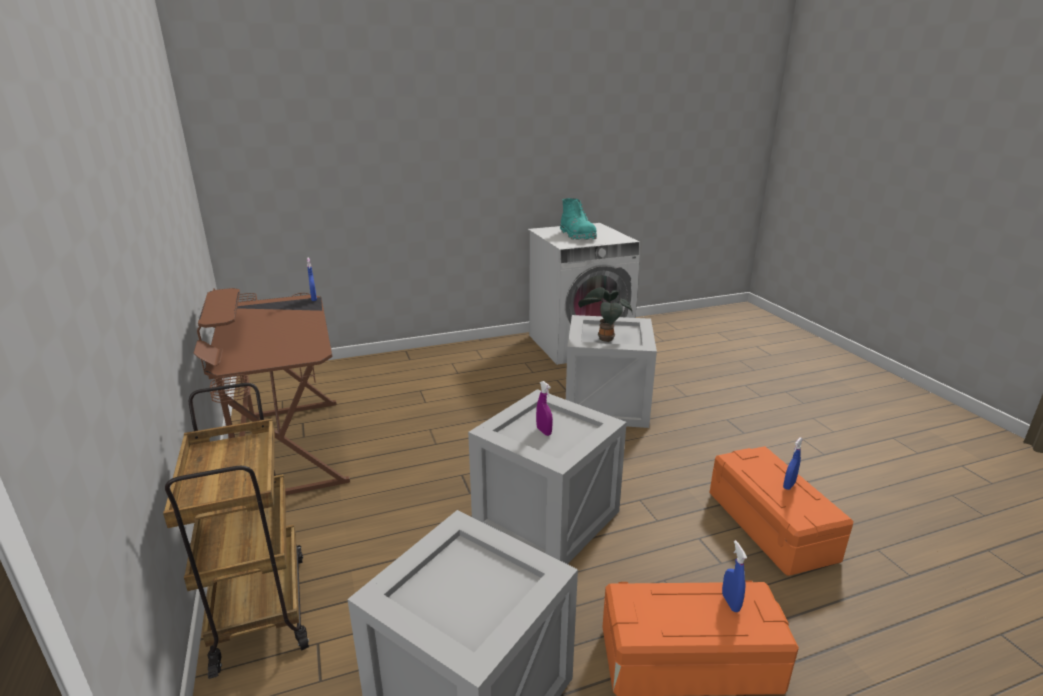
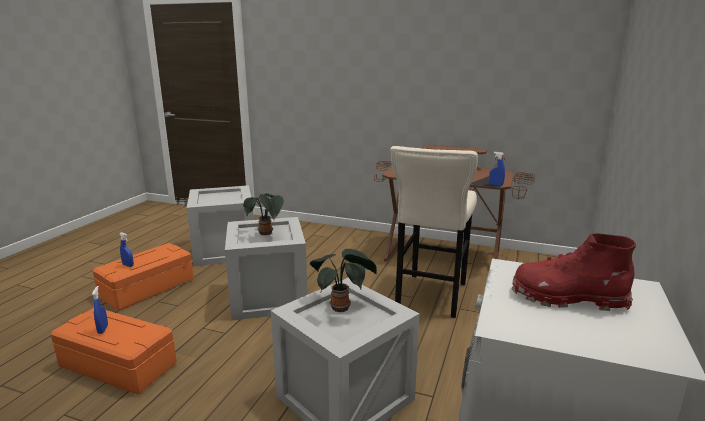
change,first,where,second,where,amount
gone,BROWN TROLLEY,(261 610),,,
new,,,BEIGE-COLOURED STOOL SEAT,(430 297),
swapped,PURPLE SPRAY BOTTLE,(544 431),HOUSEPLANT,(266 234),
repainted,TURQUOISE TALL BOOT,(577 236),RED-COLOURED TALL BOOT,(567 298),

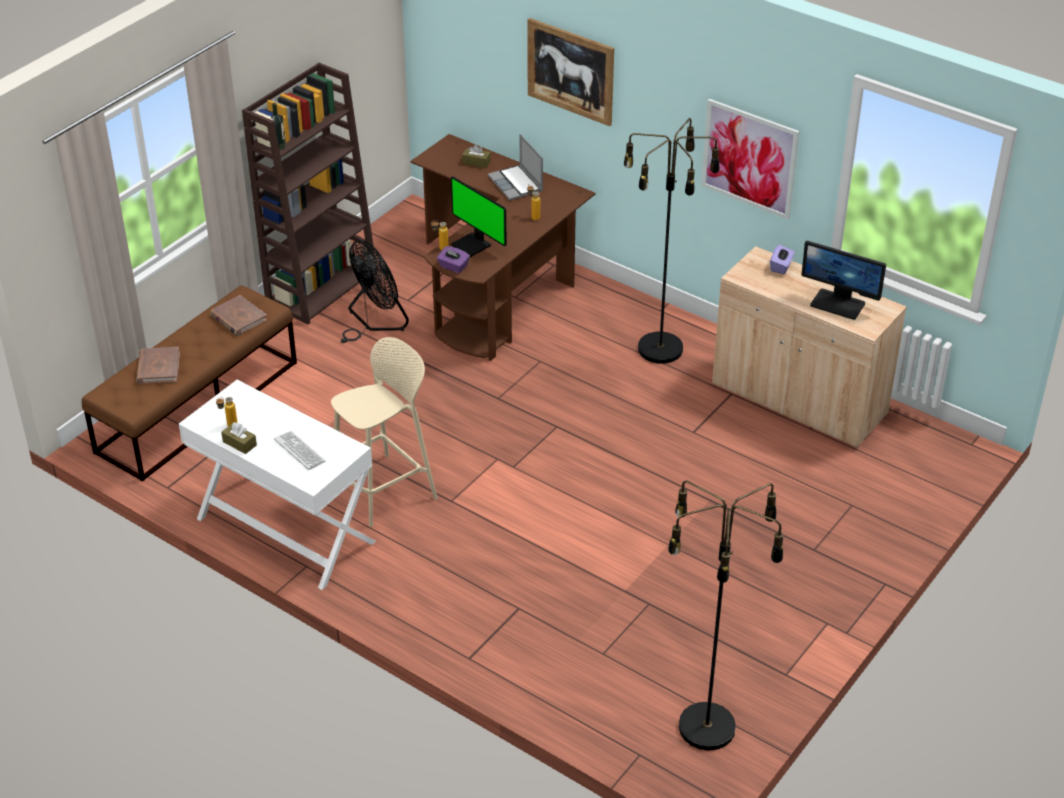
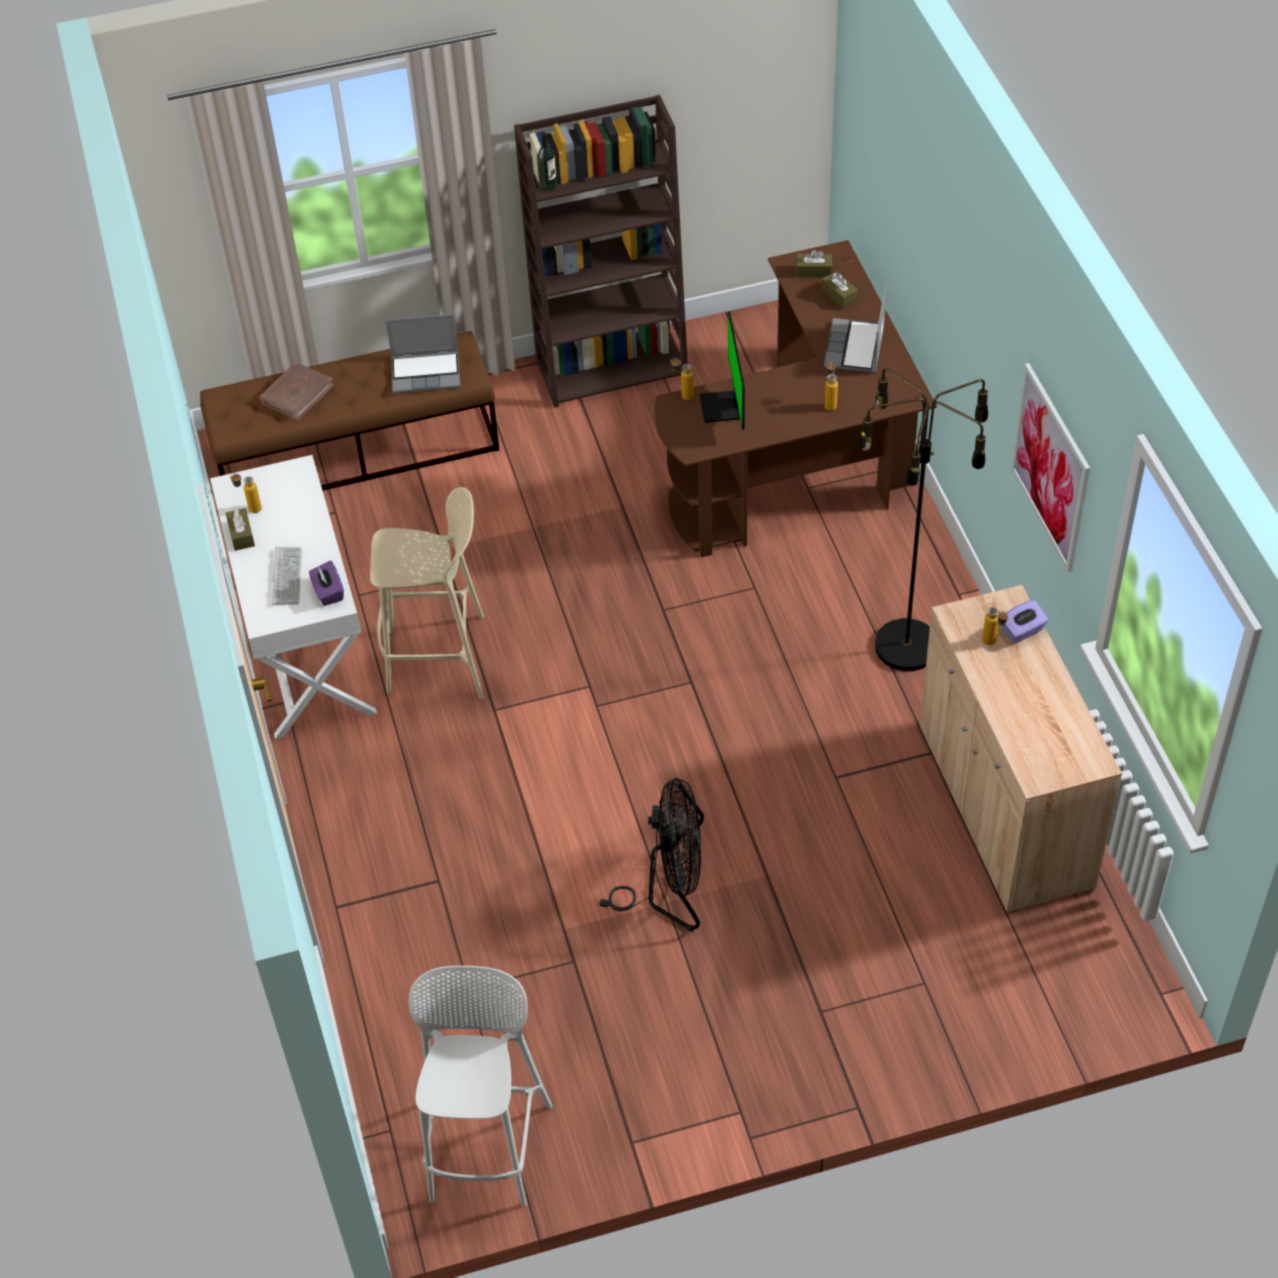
change,first,where,second,where,amount
gone,WALL PICTURE,(570 71),,,
gone,COMPUTER SCREEN,(838 304),,,
new,,,BROWN TISSUE HOLDER,(813 271),
new,,,BEVERAGE BOTTLE,(993 644),
shifted,BLACKISH FAN,(370 318),,(668 883),
shifted,PURPLE TISSUE HOLDER,(453 267),,(328 592),
swapped,BROWN BOUND BOOK,(238 318),PORTABLE COMPUTER,(427 373),
swapped,STANDARD LAMP,(706 729),WHITE STOOL SEAT,(484 1148),

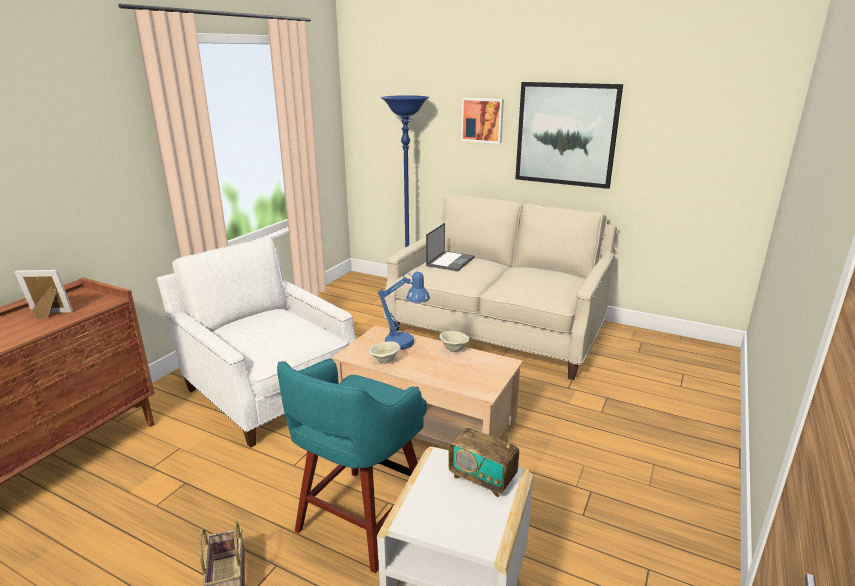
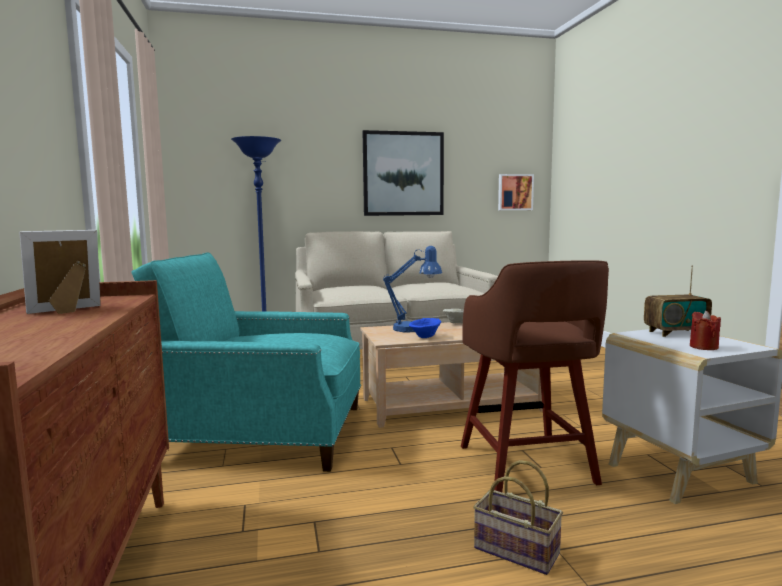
change,first,where,second,where,amount
gone,PORTABLE COMPUTER,(450 261),,,
new,,,RED-COLOURED WAX CANDLE,(703 347),
shifted,WALL PICTURE,(482 120),,(515 192),
repainted,WHITE ARMCHAIR,(270 389),TURQUOISE ARMCHAIR,(260 432),
repainted,TURQUOISE STOOL SEAT,(360 520),BROWN STOOL SEAT,(527 466),
repainted,BEIGE-COLOURED DEEP DISH,(385 361),BLUISH DEEP DISH,(425 337),

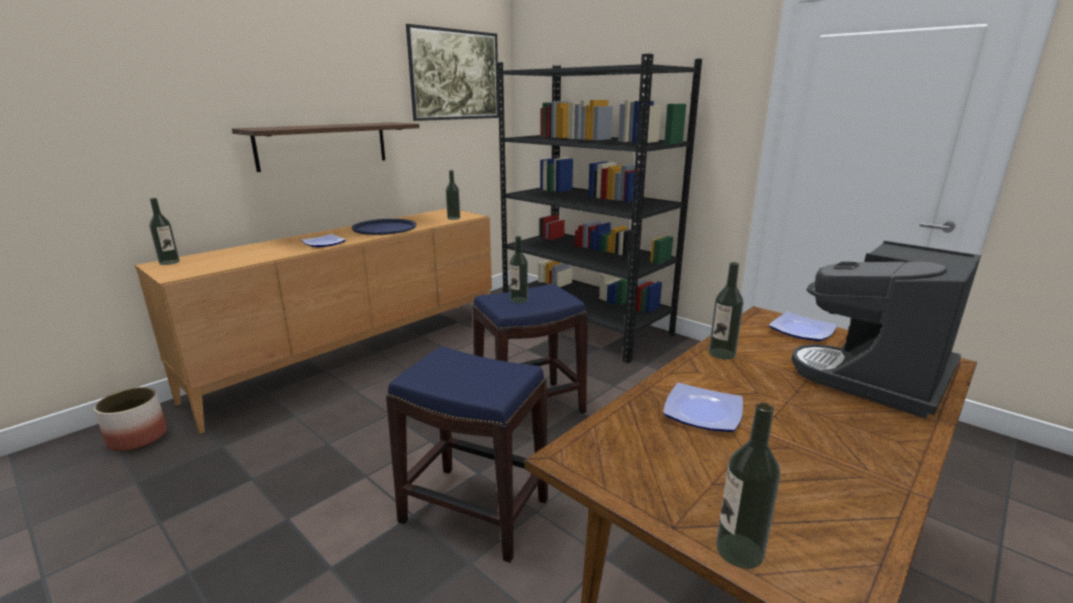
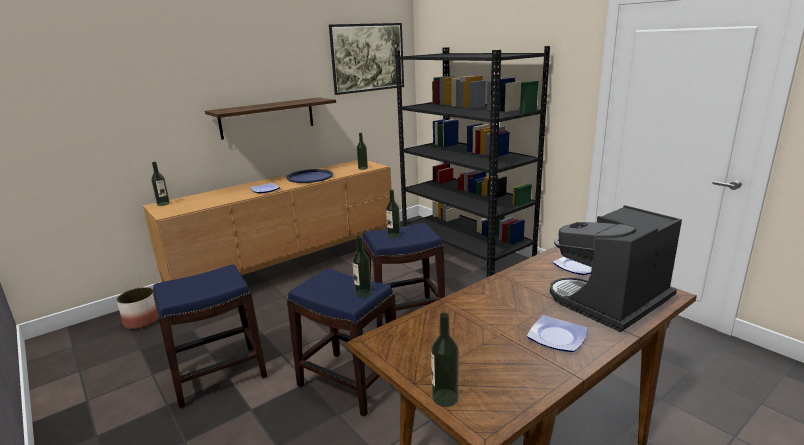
change,first,where,second,where,amount
new,,,STOOL SEAT,(219 375),
shifted,PLATE,(704 412),,(558 337),
shifted,BEVERAGE BOTTLE,(722 353),,(363 293),

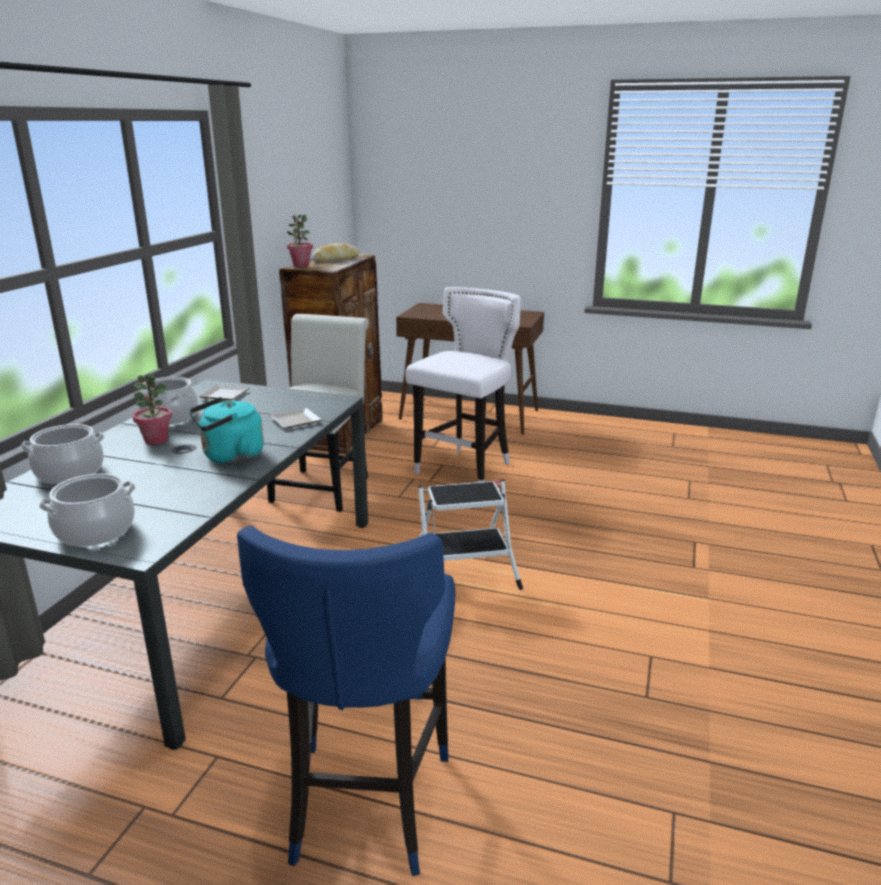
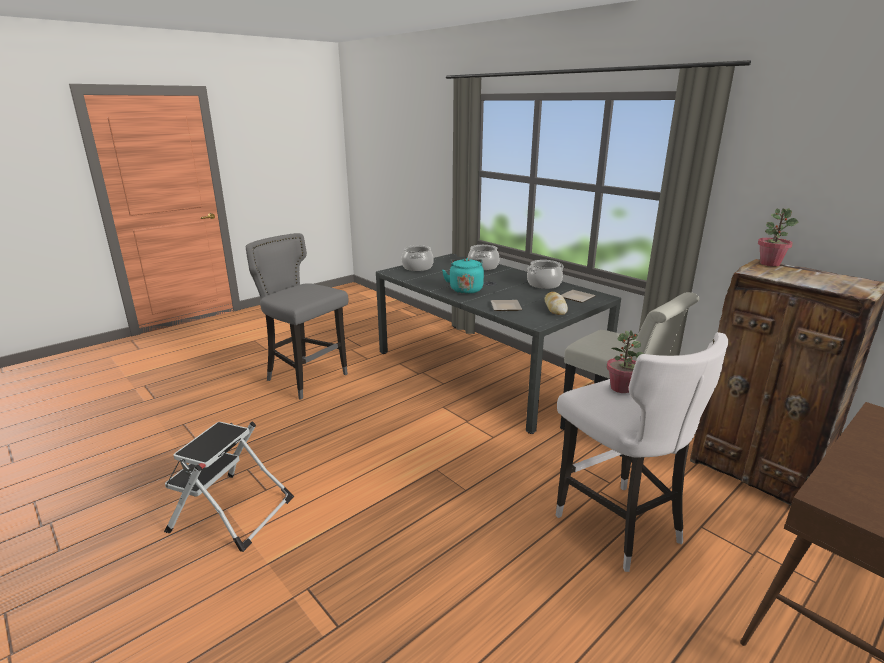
change,first,where,second,where,amount
shifted,HOUSEPLANT,(156 440),,(621 388),
shifted,BAKERY BREAD,(335 259),,(555 308),
shifted,STEP STOOL,(462 569),,(231 511),
repainted,BLUISH STOOL SEAT,(366 802),GREY STOOL SEAT,(307 379),

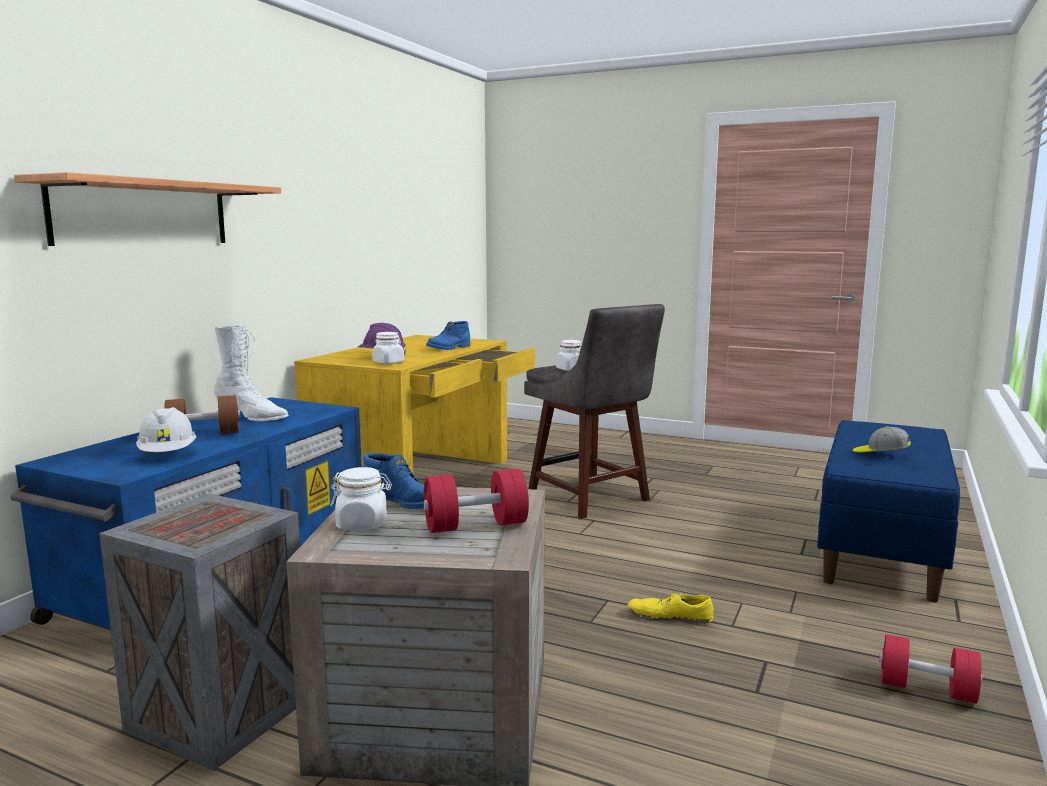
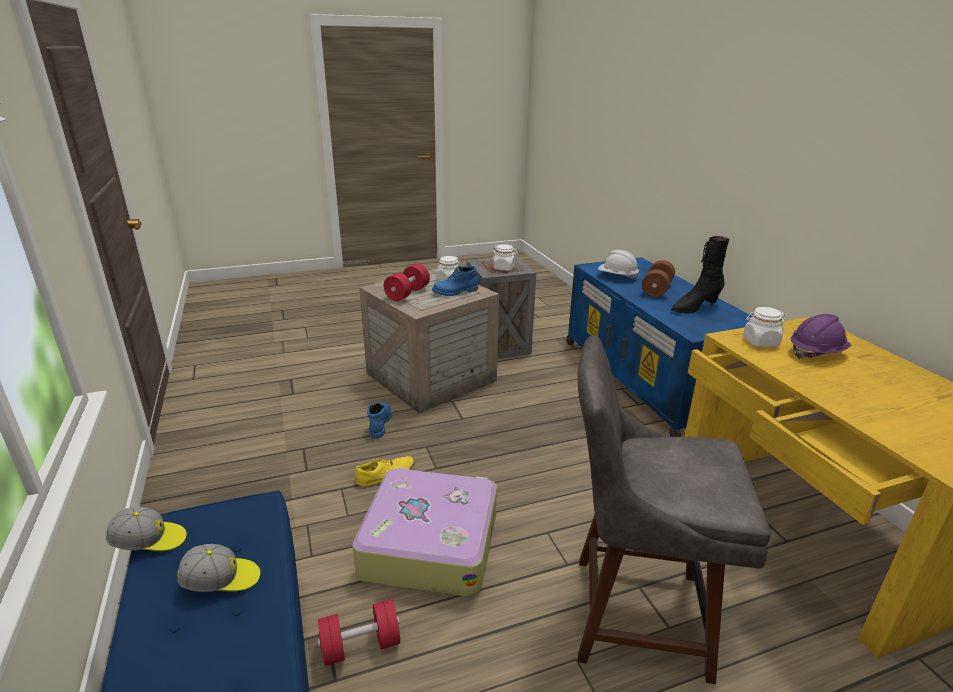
change,first,where,second,where,amount
gone,BRACKET SHELF,(143 213),,,
new,,,BASEBALL CAP,(150 541),
new,,,SUITCASE,(429 543),
shifted,BLUISH TALL BOOT,(449 348),,(379 423),
shifted,WHITE JAR,(570 369),,(504 268),
shifted,RED-COLOURED FREE WEIGHT,(926 689),,(360 645),
repainted,WHITE TALL BOOT,(251 417),BLACKISH TALL BOOT,(694 307),

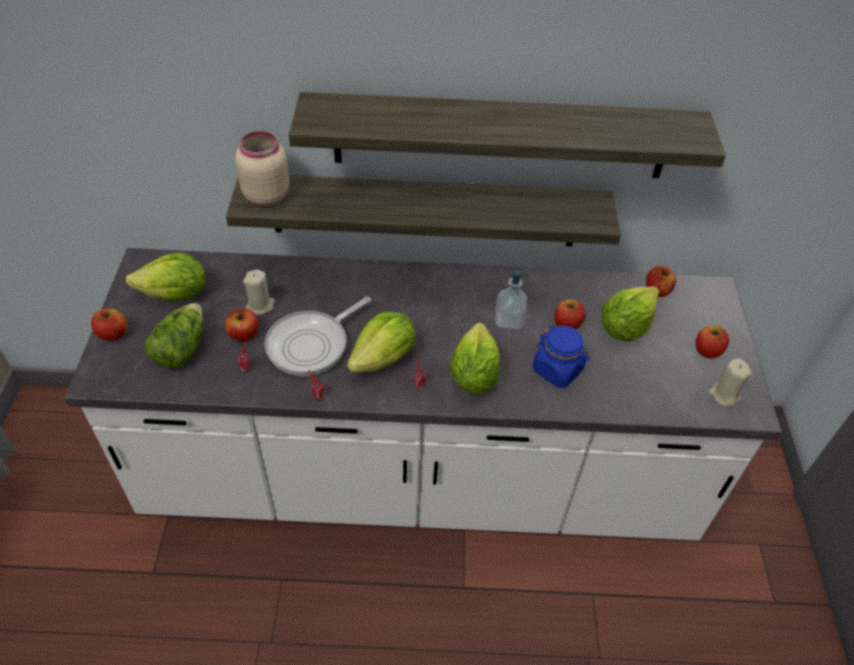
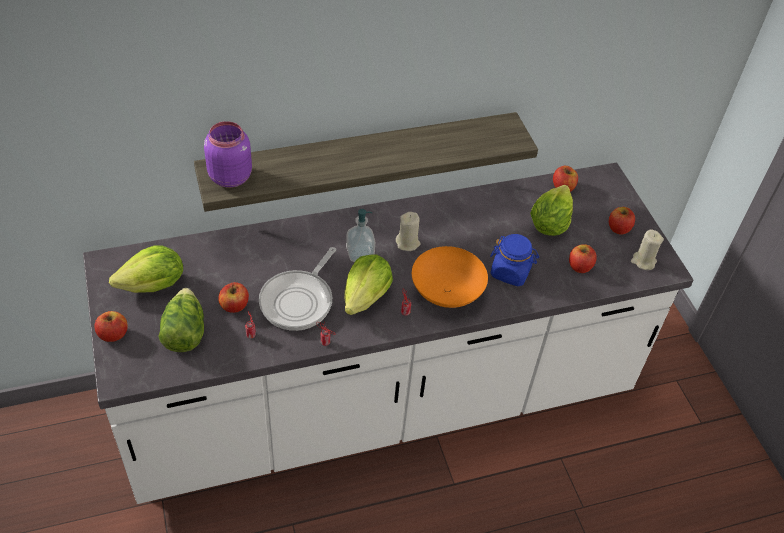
change,first,where,second,where,amount
gone,BRACKET SHELF,(500 136),,,
shifted,BEIGE-COLOURED WAX CANDLE,(260 305),,(408 243),
shifted,LIQUID SOAP BOTTLE,(509 320),,(360 253),
shifted,APPLE,(567 324),,(579 266),
swapped,LETTUCE HEAD,(473 375),ORANGEY DEEP DISH,(445 293),
repainted,BEIGE-COLOURED JAR,(266 195),PURPLE JAR,(229 176),

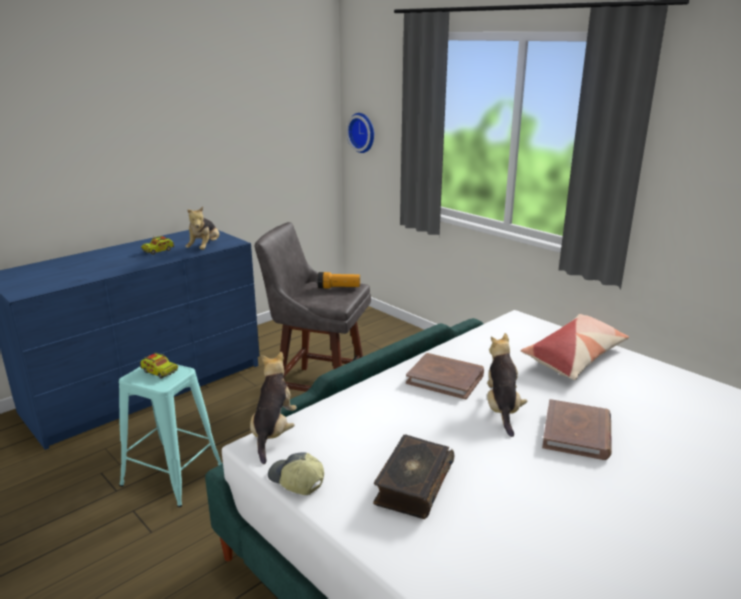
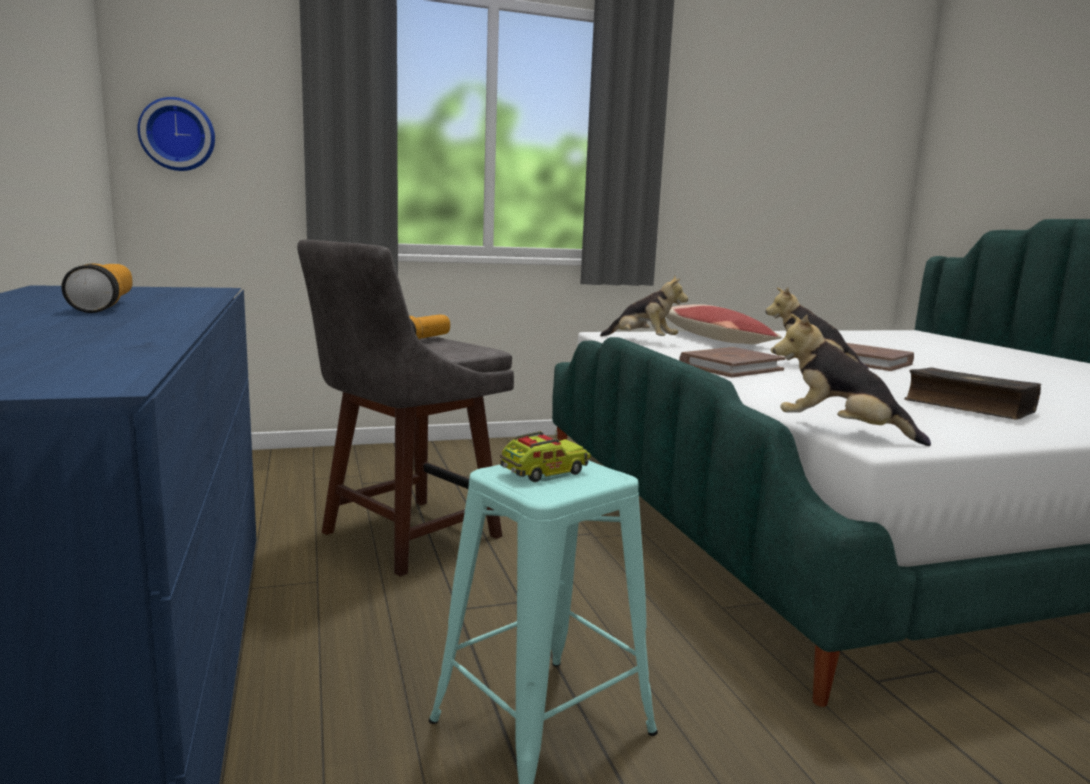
change,first,where,second,where,amount
gone,BASEBALL CAP,(295 481),,,
shifted,CUDDLY TOY,(205 248),,(642 341),
swapped,MODEL TRUCK,(158 251),HAND TORCH,(104 306),

